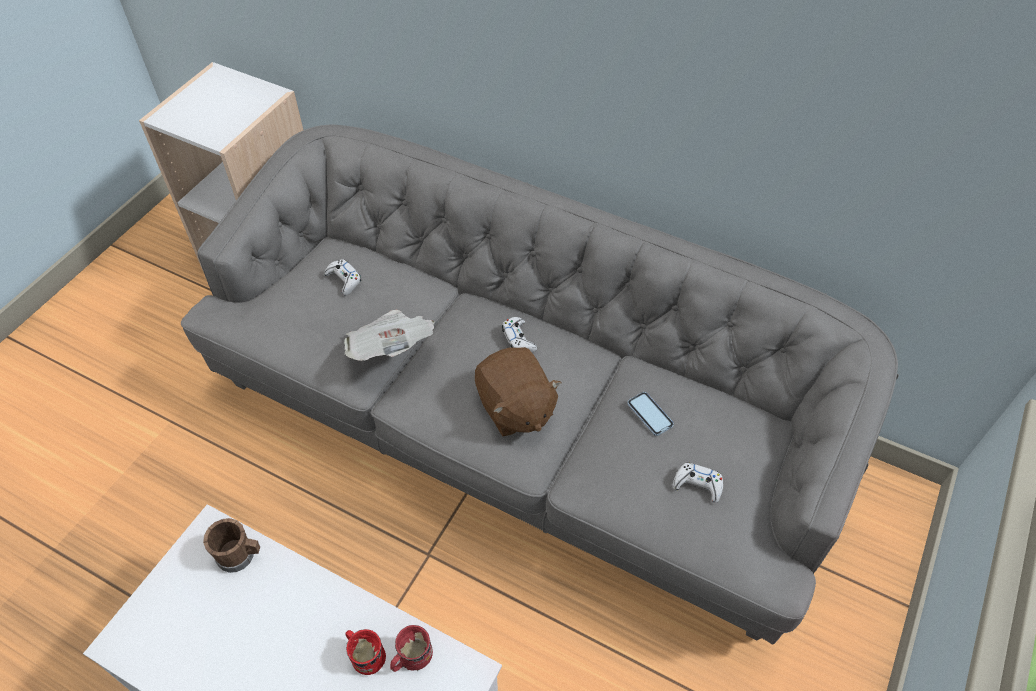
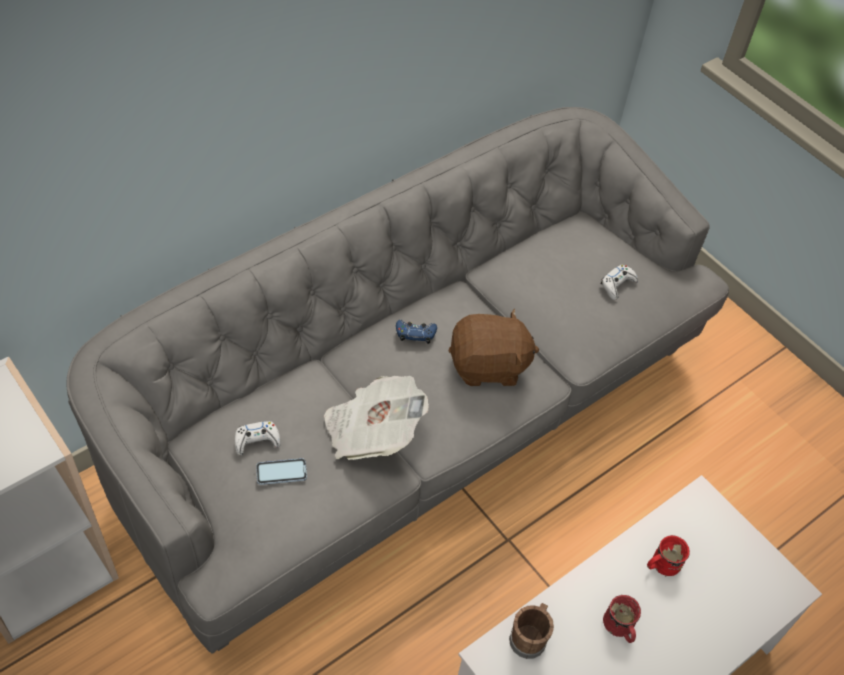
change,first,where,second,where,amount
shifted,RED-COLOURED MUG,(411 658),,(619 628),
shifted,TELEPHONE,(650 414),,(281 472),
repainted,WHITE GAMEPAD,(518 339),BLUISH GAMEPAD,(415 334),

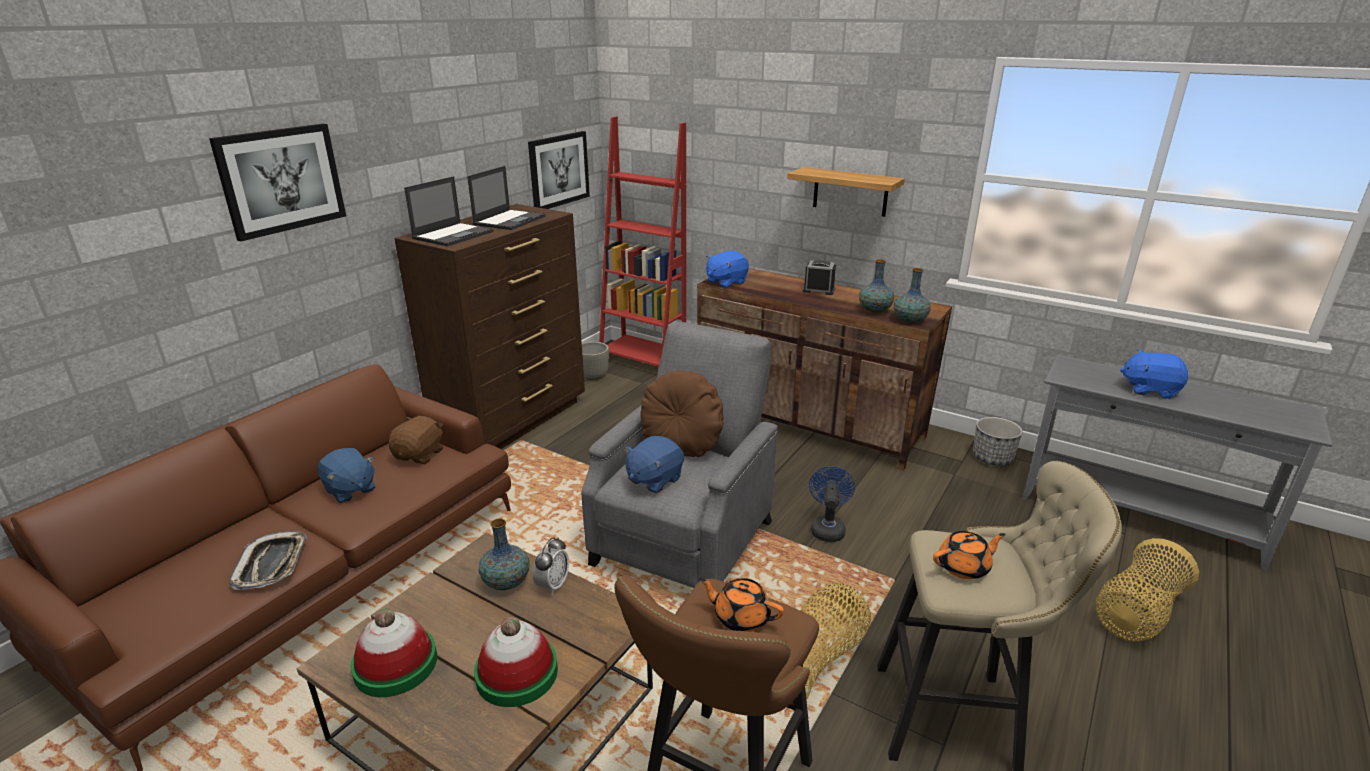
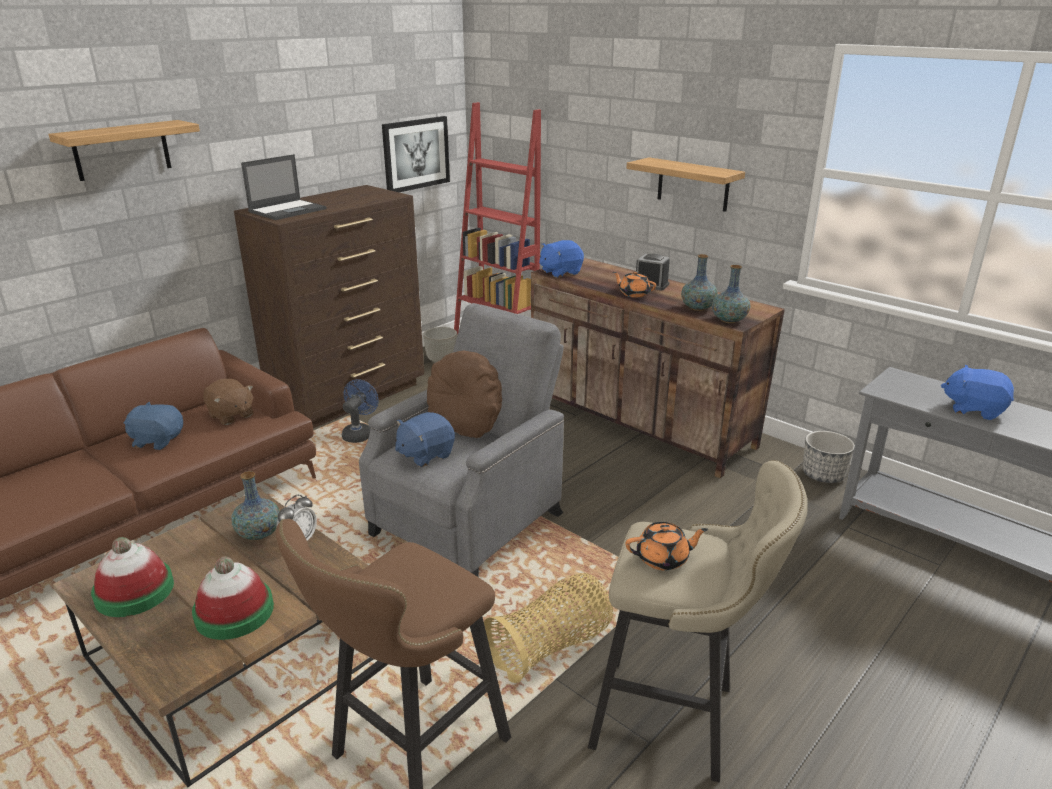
change,first,where,second,where,amount
gone,SERVING TRAY,(272 565),,,
gone,PORTABLE COMPUTER,(510 220),,,
gone,BASKET,(1136 613),,,
shifted,ORANGEY TEA POT,(741 617),,(633 294),
shifted,BLUISH FAN,(827 528),,(359 433),
swapped,WALL PICTURE,(281 180),BRACKET SHELF,(121 150),
rotated,BLUISH CUDDLY TOY,(350 490),,(157 440),135 degrees clockwise
rotated,BROWN CUDDLY TOY,(420 455),,(231 415),105 degrees clockwise

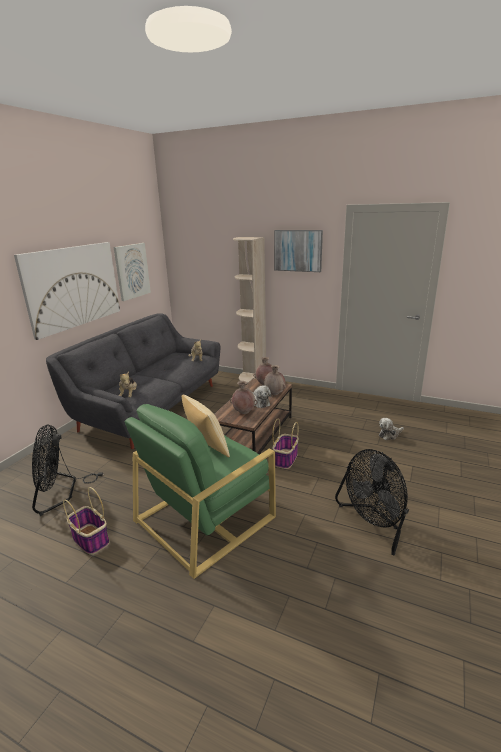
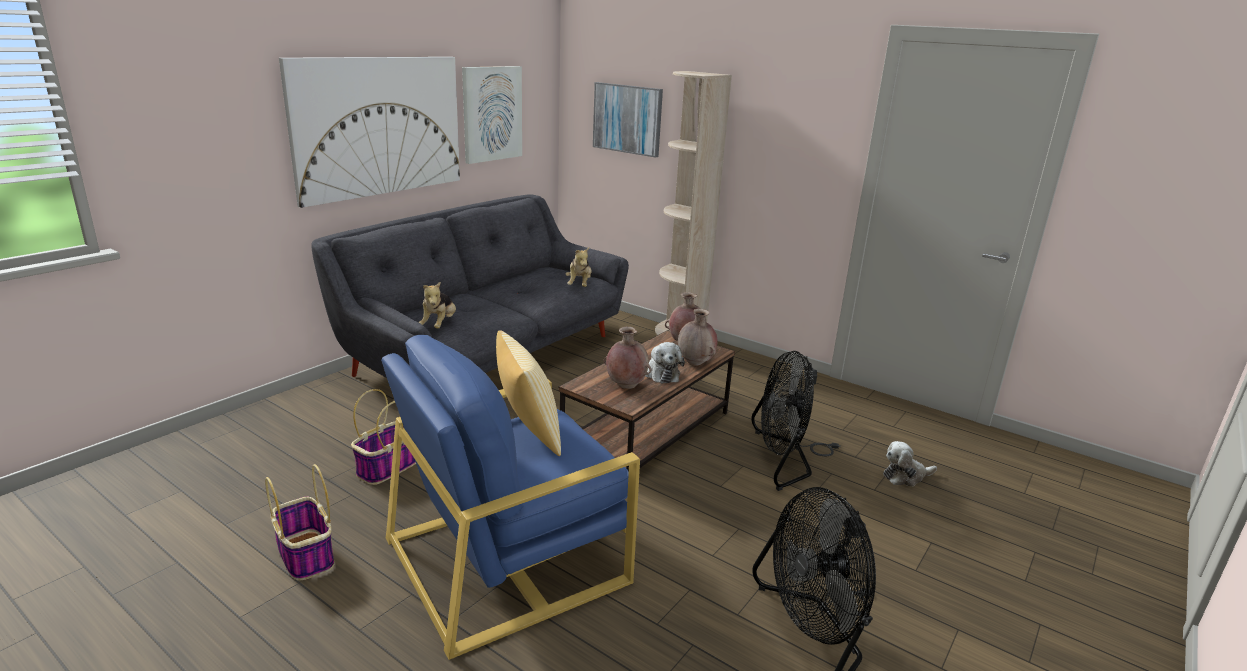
change,first,where,second,where,amount
shifted,BLACKISH FAN,(63 489),,(787 458),
shifted,BASKET,(285 459),,(388 467),
shifted,WALL PICTURE,(298 250),,(627 119),
repainted,GREEN ARMCHAIR,(205 517),BLUISH ARMCHAIR,(508 558),

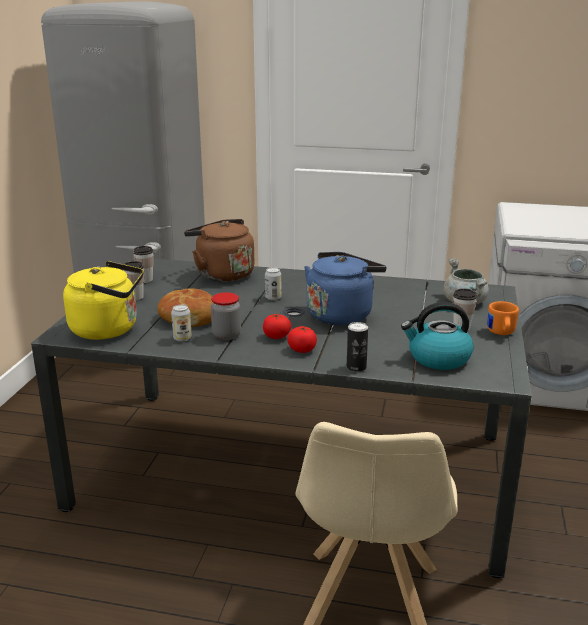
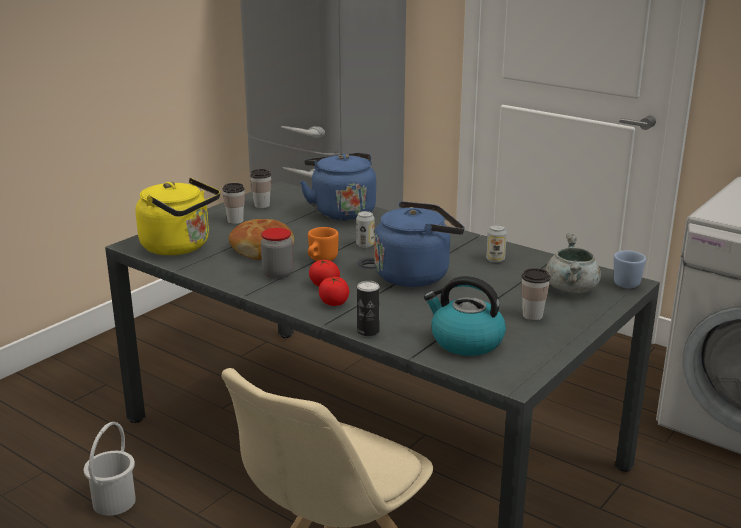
change,first,where,second,where,amount
new,,,WHITE BUCKET,(113 502),
new,,,BLUISH MUG,(628 282),
shifted,CAN,(182 338),,(495 259),
shifted,ORANGEY MUG,(501 333),,(320 260),
repainted,BROWN TEA KETTLE,(222 274),BLUISH TEA KETTLE,(341 212),

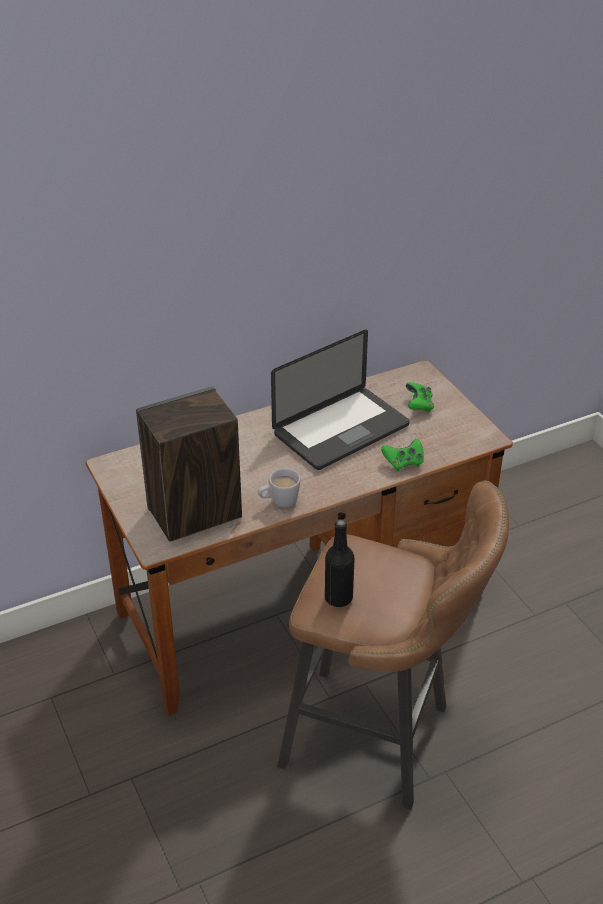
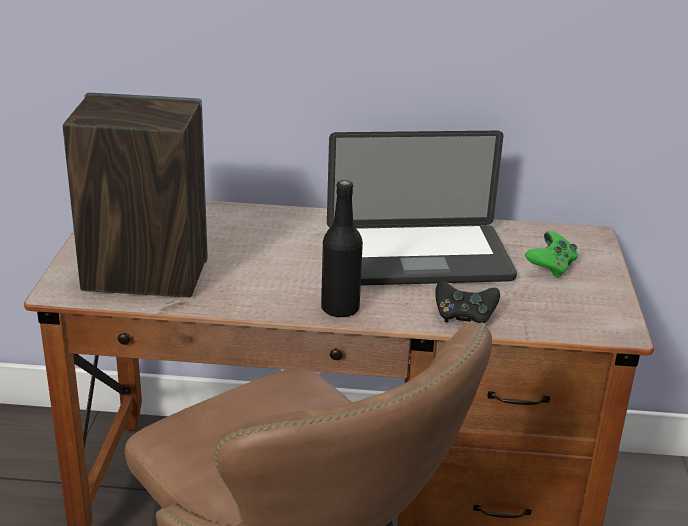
change,first,where,second,where,amount
gone,WHITE MUG,(279 502),,,
shifted,BLACKISH BEVERAGE BOTTLE,(338 598),,(340 309),
repainted,GREEN GAMEPAD,(403 463),BLACKISH GAMEPAD,(464 316),

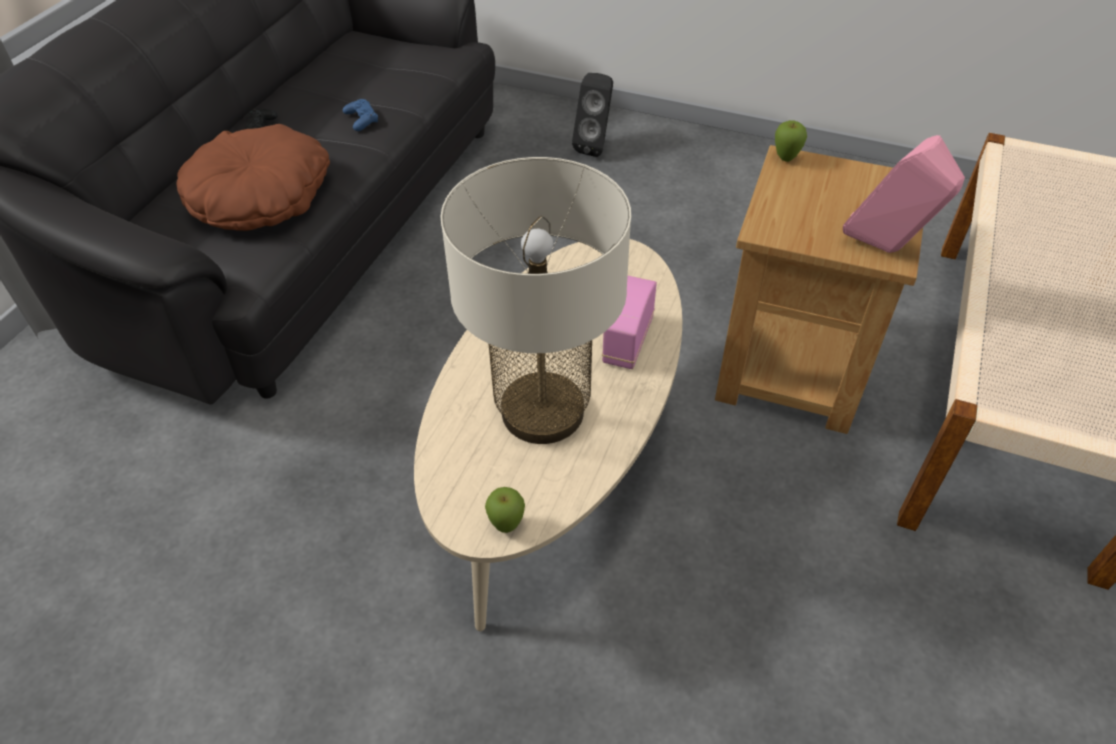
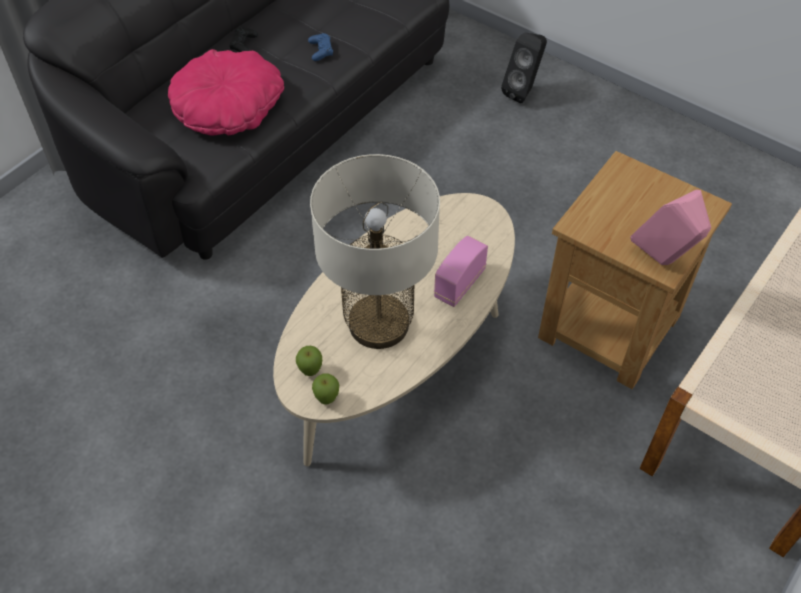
change,first,where,second,where,amount
shifted,APPLE,(785 159),,(310 372),
repainted,BROWN CUSHION,(258 197),PINK CUSHION,(226 105),

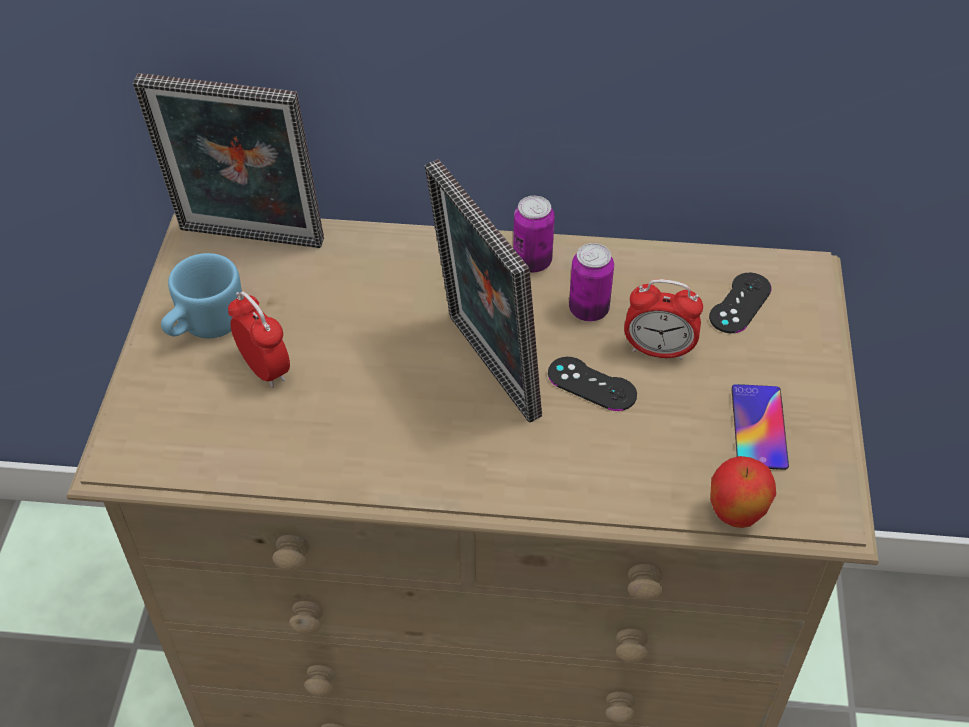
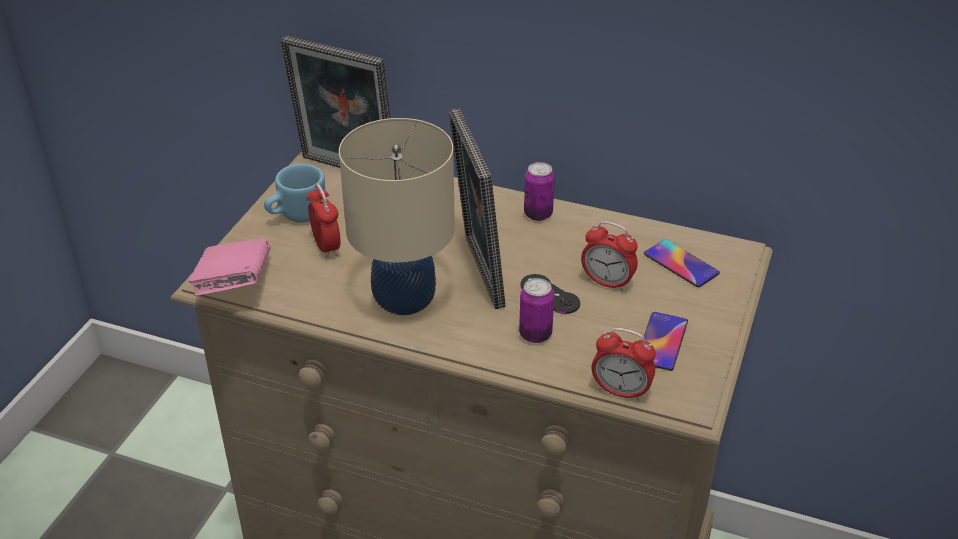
change,first,where,second,where,amount
new,,,PINK BOUND BOOK,(234 285),
new,,,BEIGE-COLOURED TABLETOP LAMP,(402 301),
shifted,CAN,(588 310),,(535 334),
swapped,BLACKISH GAMEPAD,(740 303),TELEPHONE,(681 264),
swapped,APPLE,(735 515),ALARM CLOCK,(620 391),

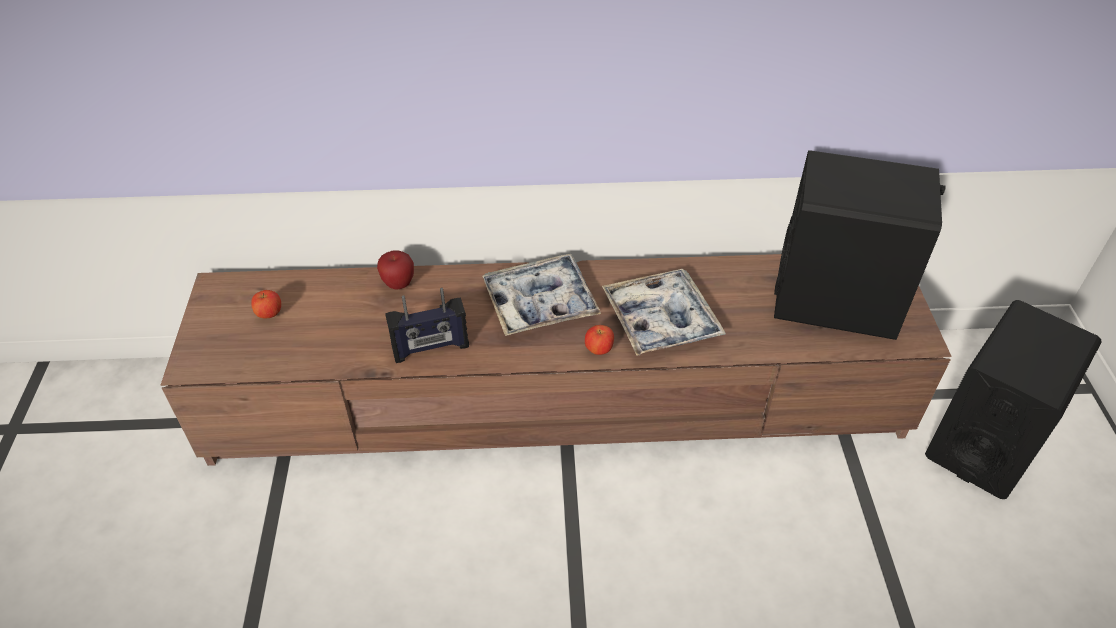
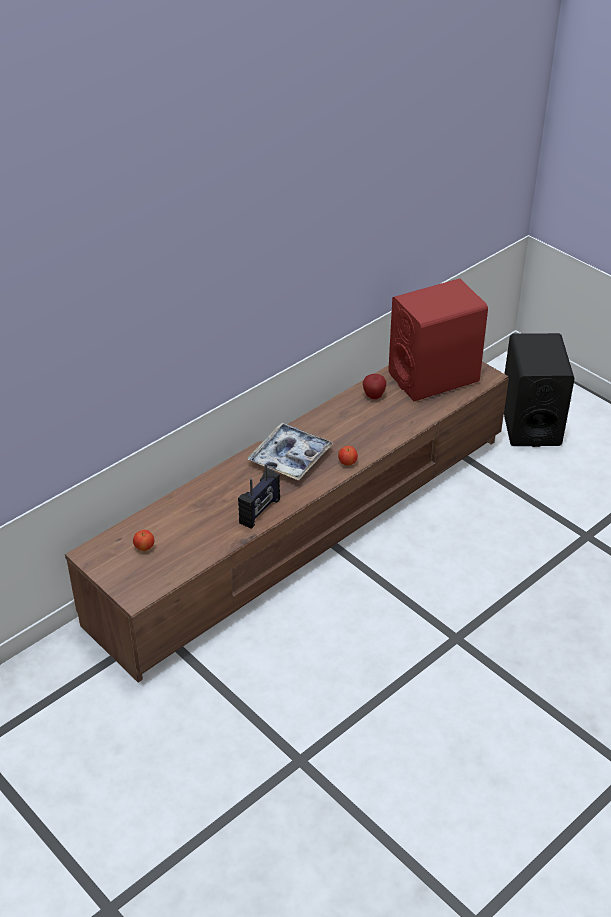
change,first,where,second,where,amount
gone,SERVING TRAY,(661 320),,,
shifted,APPLE,(398 284),,(373 396),
repainted,BLACKISH SPEAKER,(836 301),RED-COLOURED SPEAKER,(433 377),

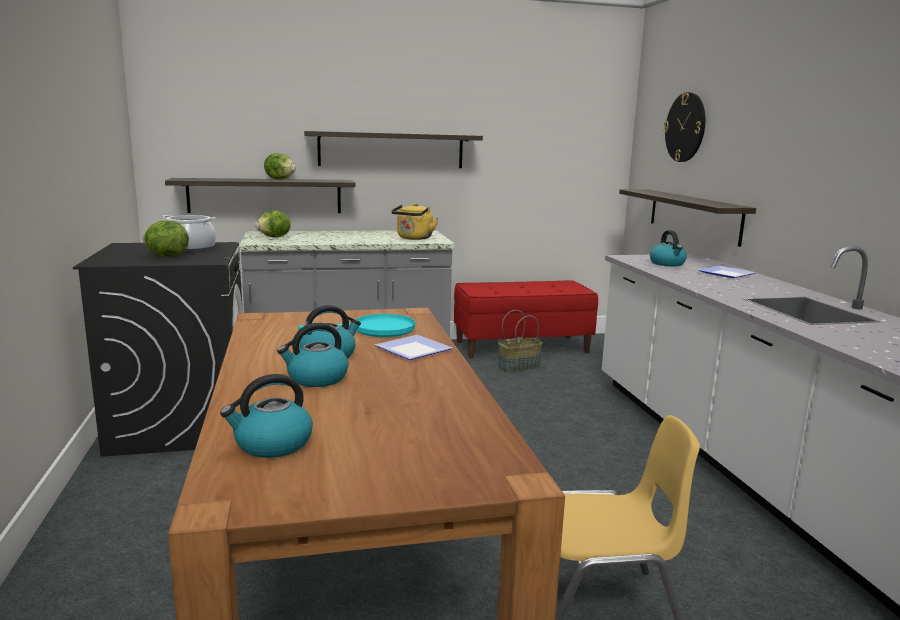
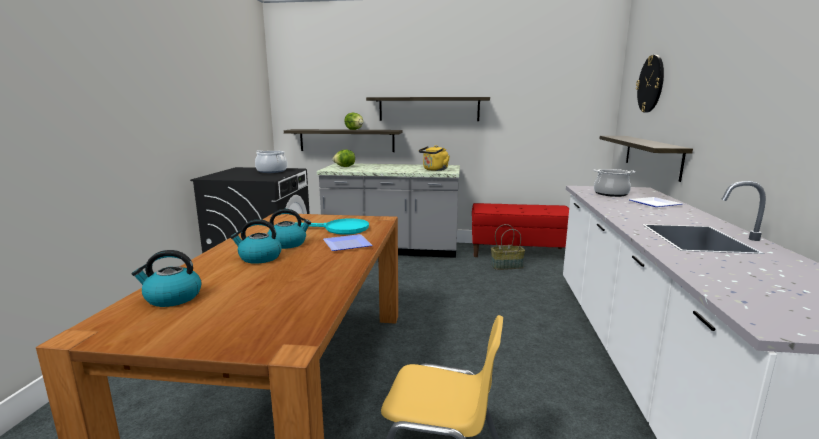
change,first,where,second,where,amount
gone,LETTUCE HEAD,(166 256),,,
swapped,TEA KETTLE,(667 264),COOKING POT,(611 194),

